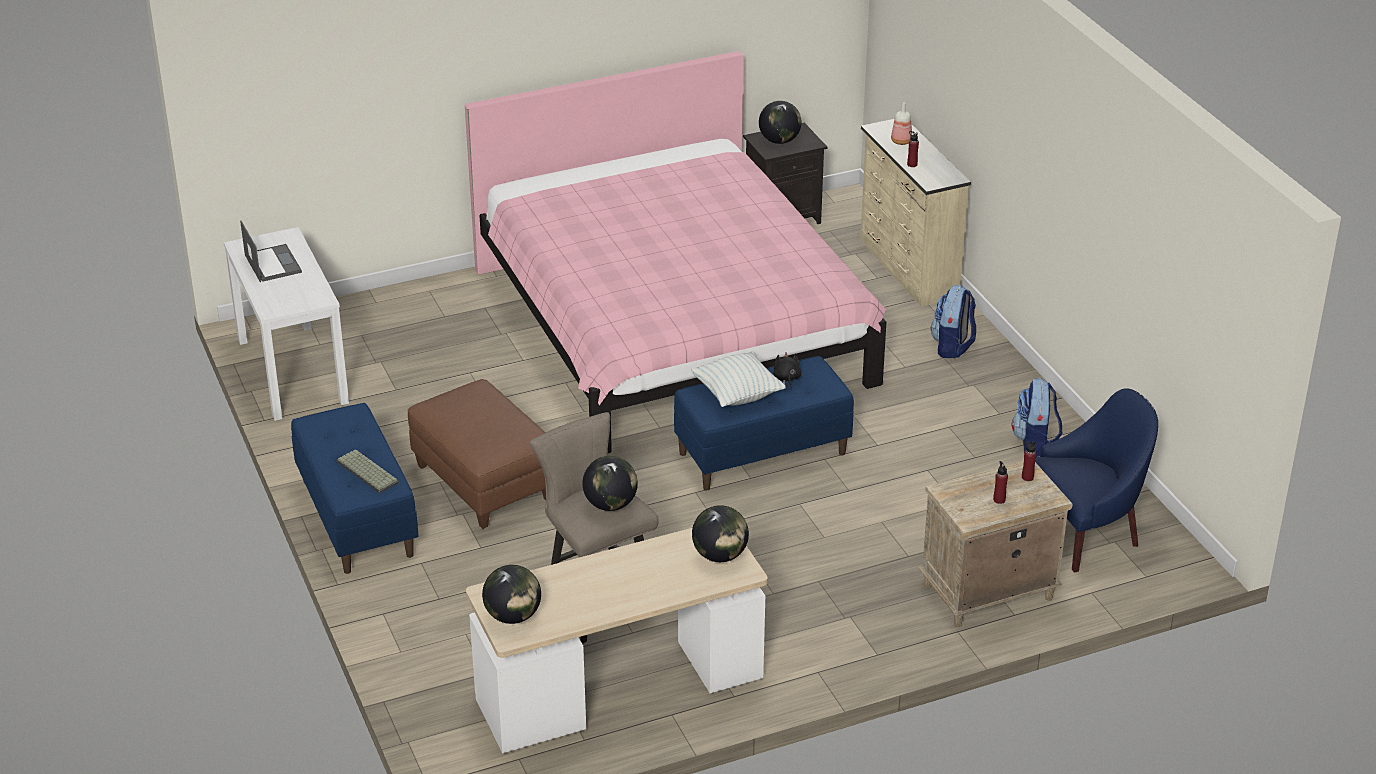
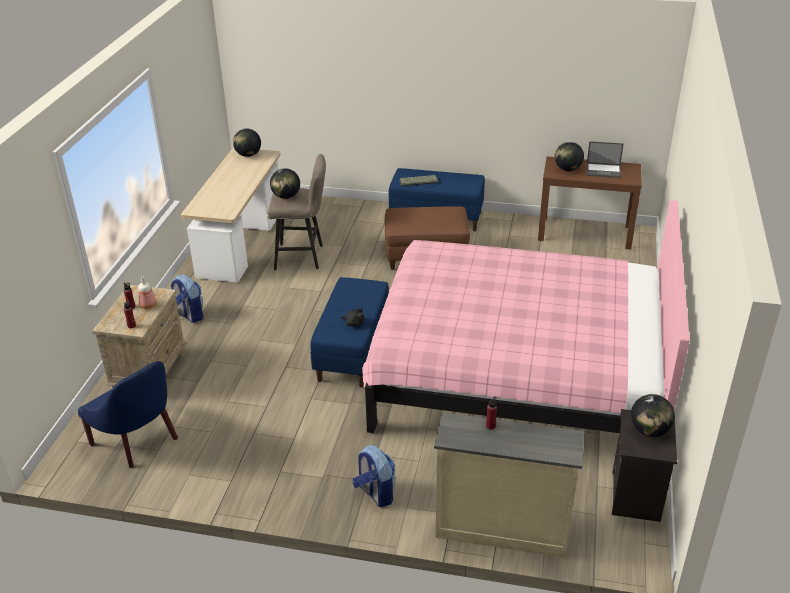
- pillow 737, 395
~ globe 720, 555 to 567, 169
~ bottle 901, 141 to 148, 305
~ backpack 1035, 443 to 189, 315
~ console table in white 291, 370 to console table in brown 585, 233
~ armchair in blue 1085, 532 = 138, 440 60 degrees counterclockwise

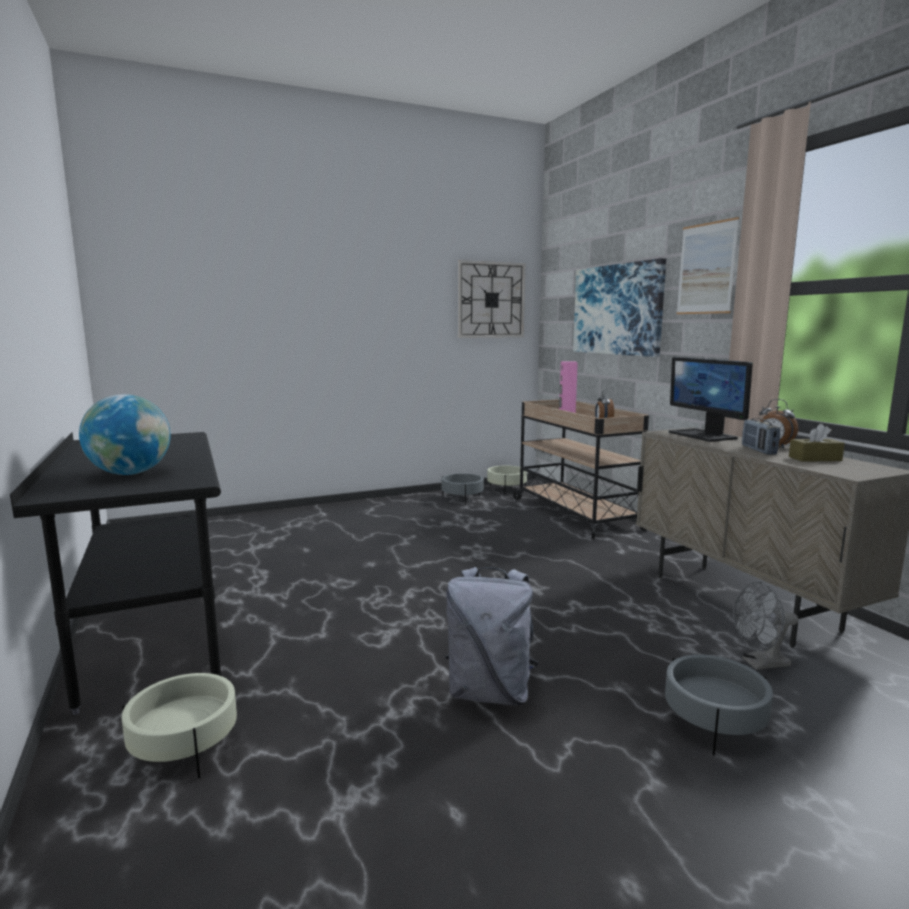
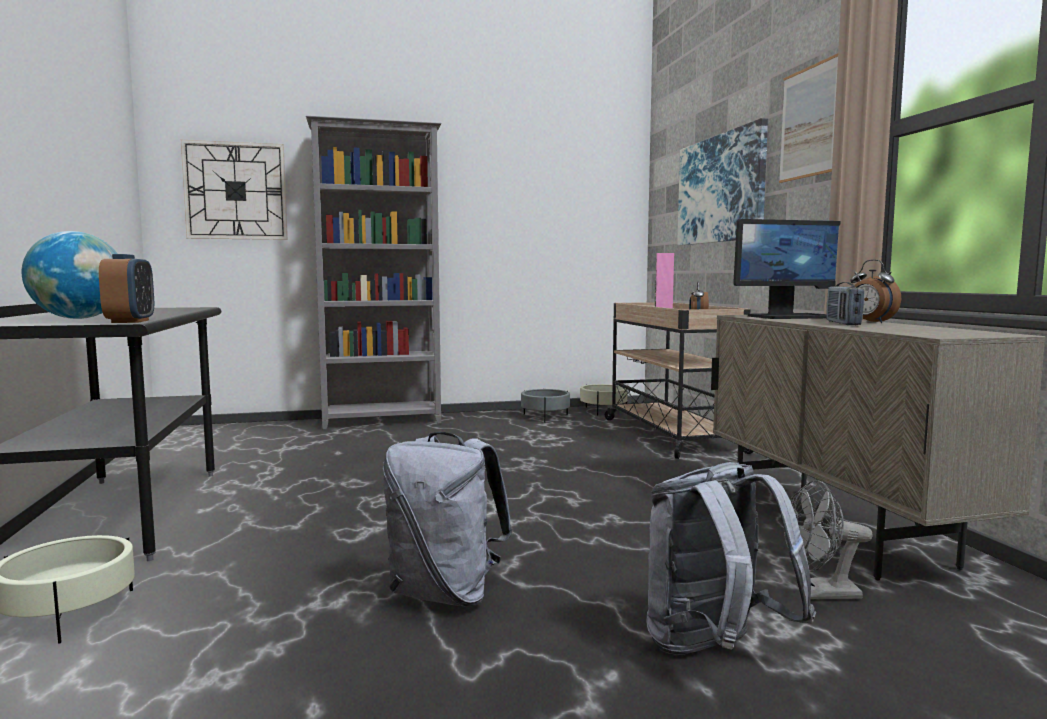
- tissue box in brown 815, 458
+ alarm clock 130, 321
+ bookcase in grey 383, 421
~ wall clock 491, 300 to 236, 191
~ planter in grey 713, 723 to backpack in grey 713, 650
~ monitor 703, 435 = 791, 317 90 degrees counterclockwise

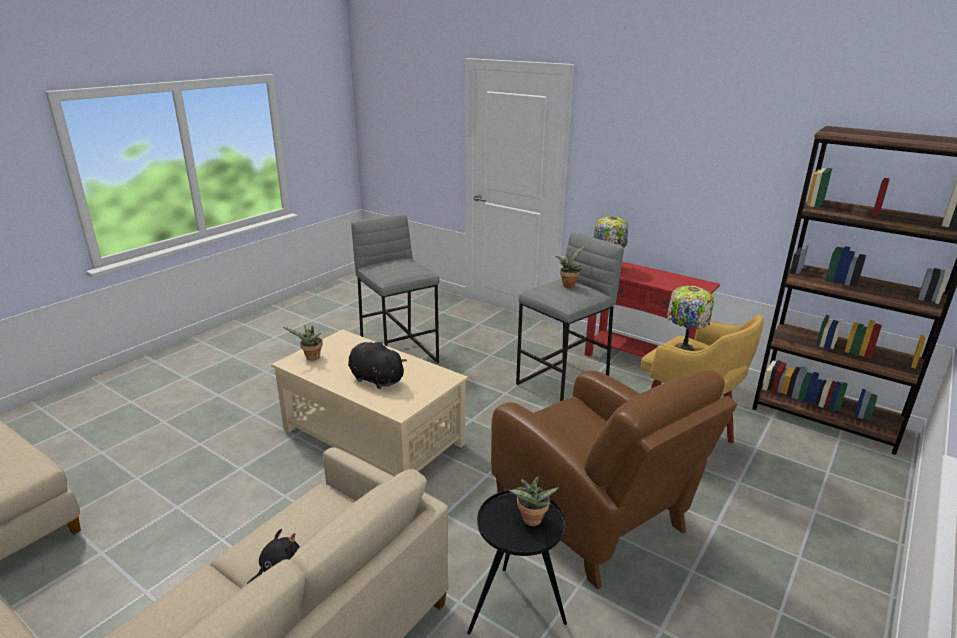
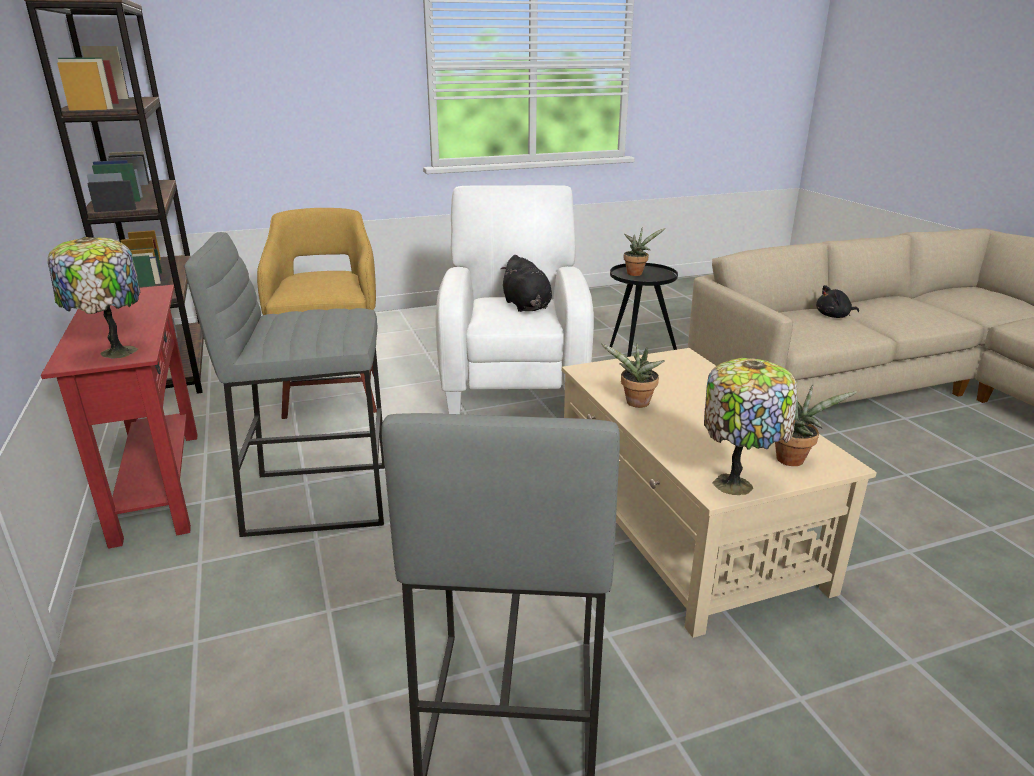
~ plush toy in black 375, 379 to 527, 306
~ potted plant 569, 284 to 635, 404
~ table lamp 683, 347 to 736, 484
~ armchair in brown 593, 518 to armchair in white 514, 380

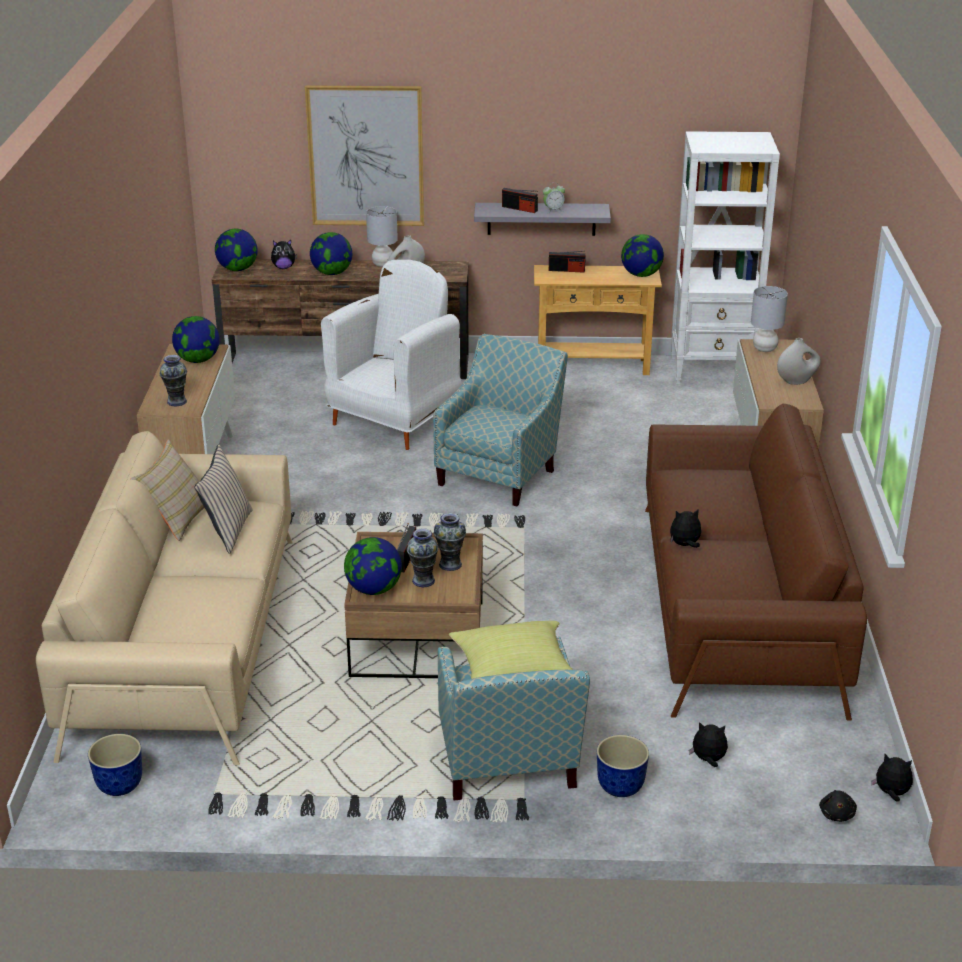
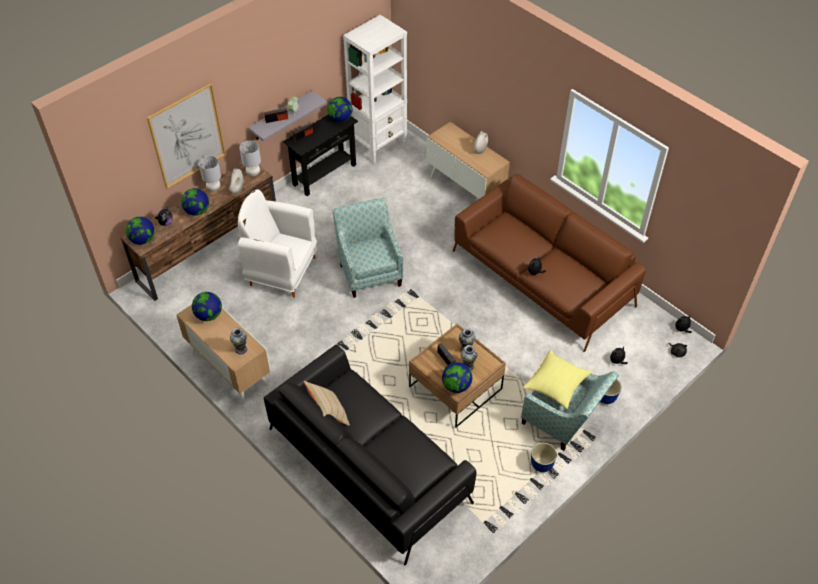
- pillow in beige 227, 530
~ planter 120, 785 to 541, 464
~ table lamp in grey 764, 349 to 253, 173
~ sofa in beige 185, 641 to sofa in black 369, 465
~ console table in beige 593, 366 to console table in black 324, 174
~ armchair in white 395, 420 = 281, 271 60 degrees counterclockwise

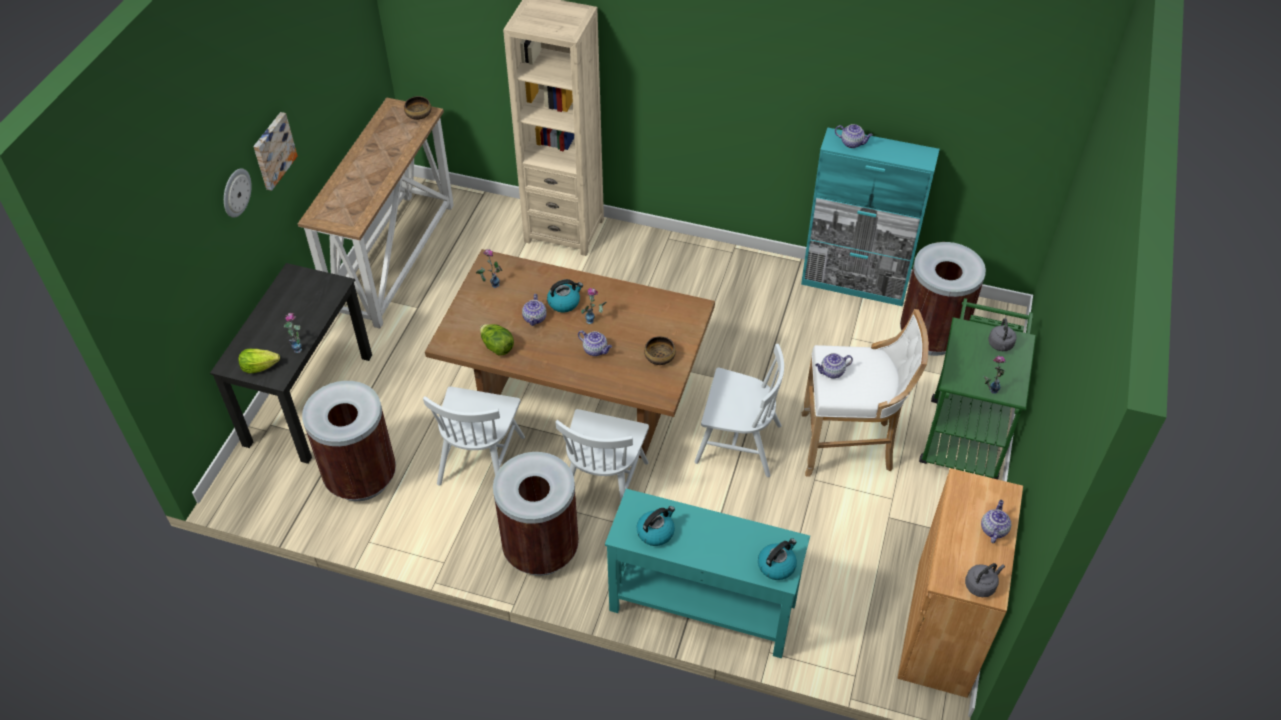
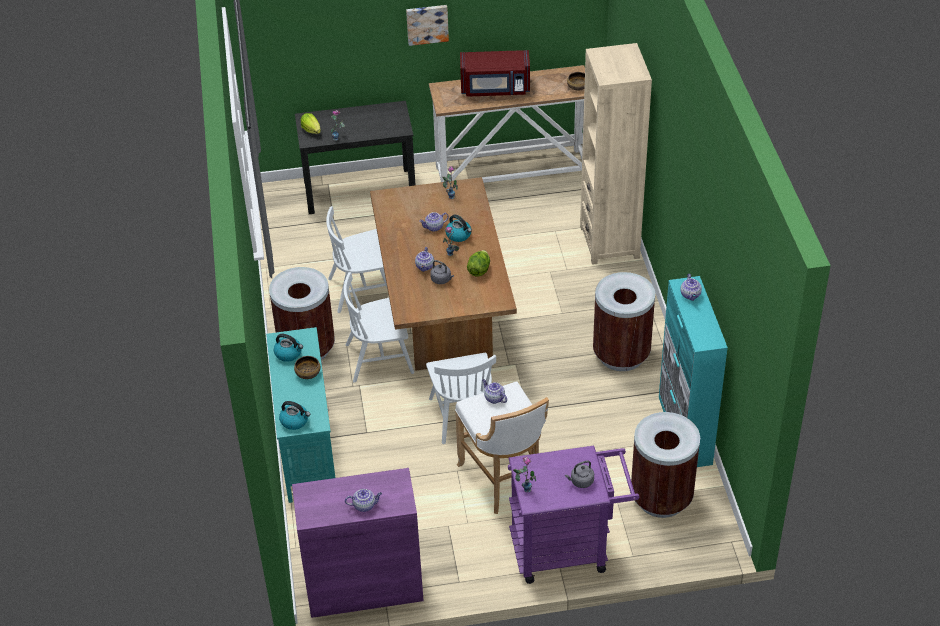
- wall clock 235, 192
+ microwave in red 495, 88
~ trash can in brown 361, 477 to 621, 354
~ lettuce 497, 347 to 479, 270
~ bowl 660, 357 to 308, 373
~ kettle in grey 981, 585 to 442, 280
~ cabinet in brown 942, 627 to cabinet in purple 364, 586
~ cart in green 964, 430 to cart in purple 568, 548

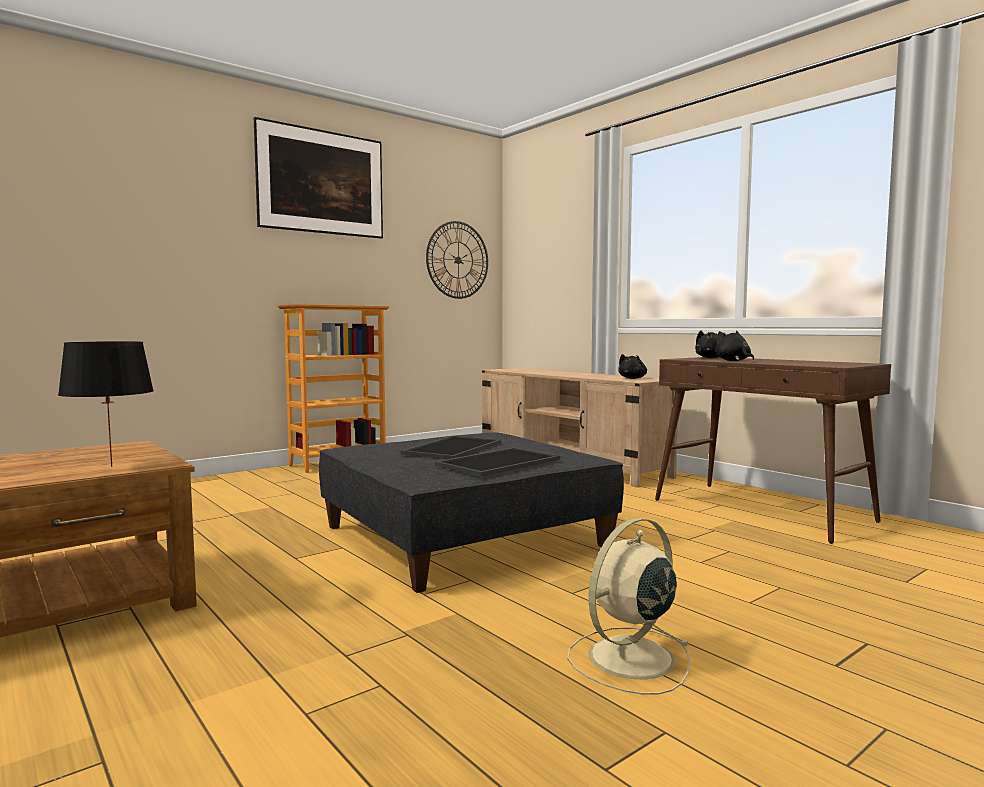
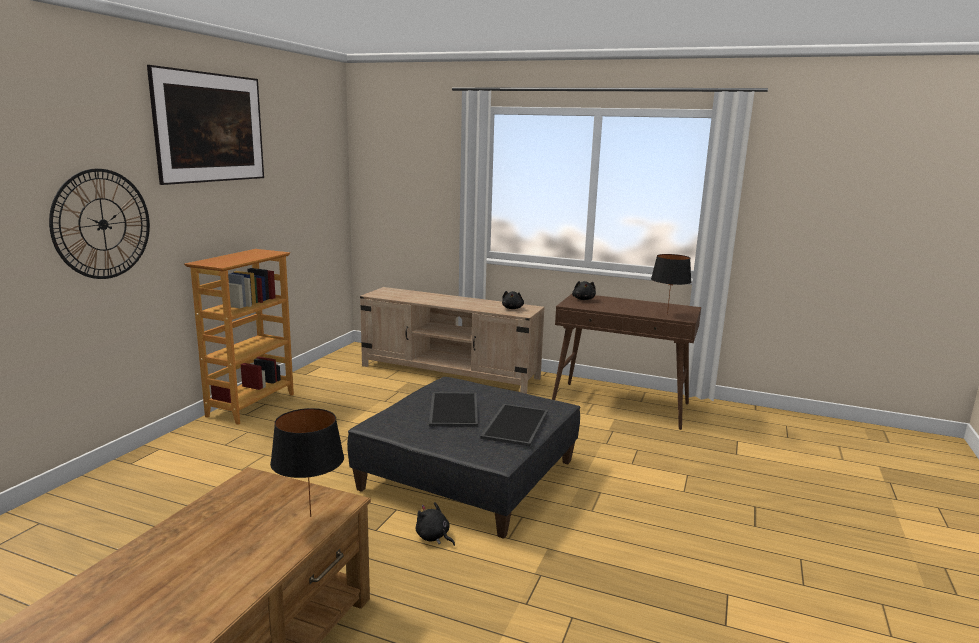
- fan in beige 628, 659
+ table lamp in black 666, 314
~ wall clock 458, 260 to 102, 224
~ plush toy in black 733, 361 to 433, 537

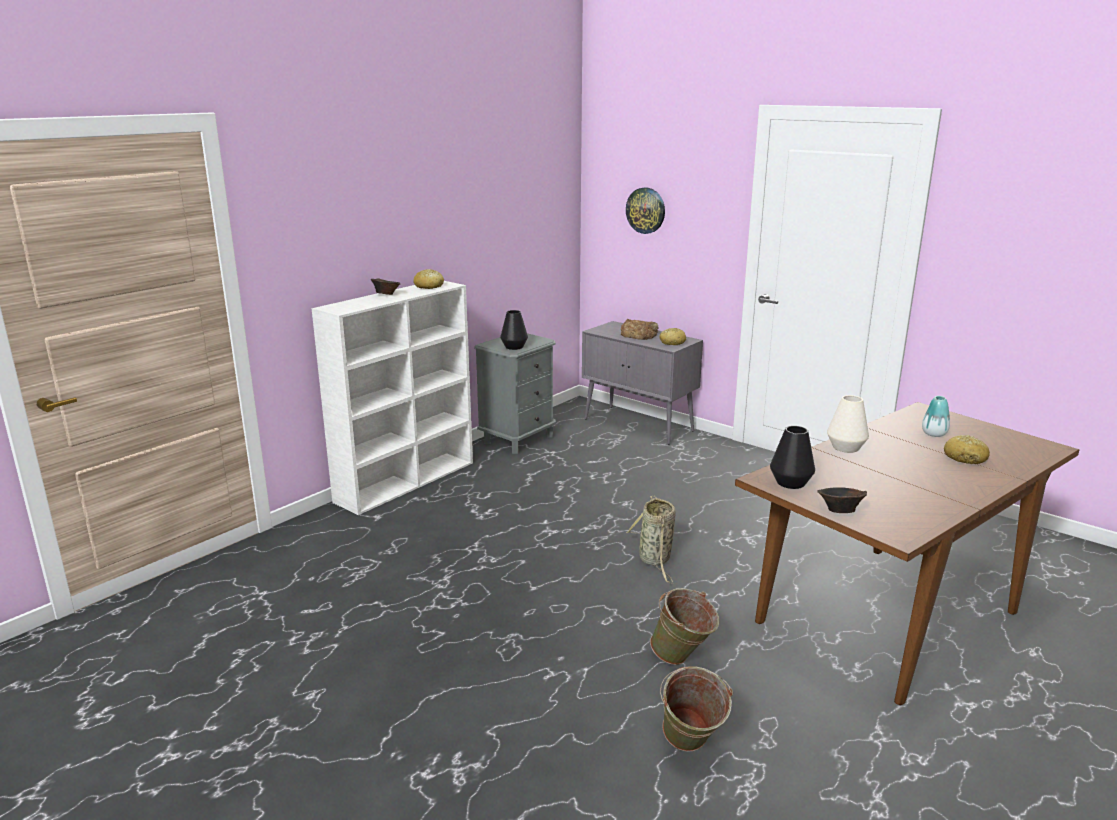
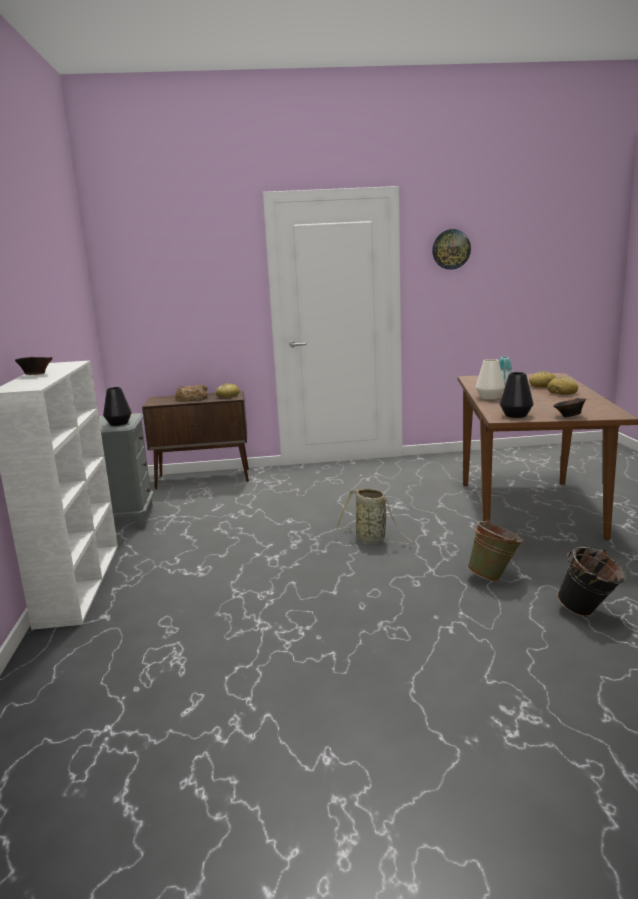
~ bread 429, 286 to 562, 393
~ wall clock 646, 210 to 451, 249
~ cabinet in grey 639, 425 to cabinet in brown 204, 478
~ bucket in green 690, 749 to bucket in black 589, 613

